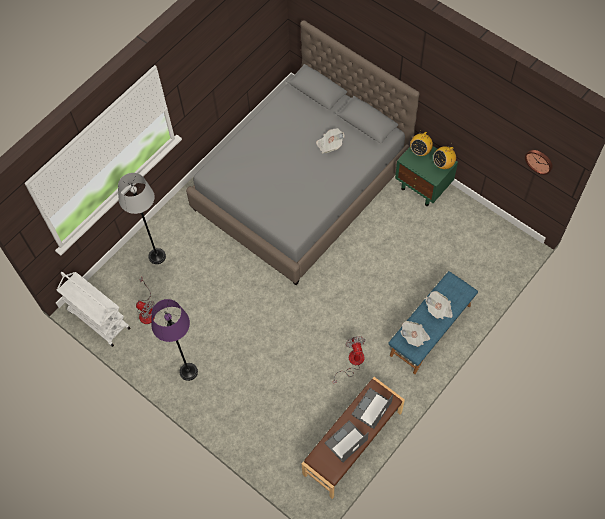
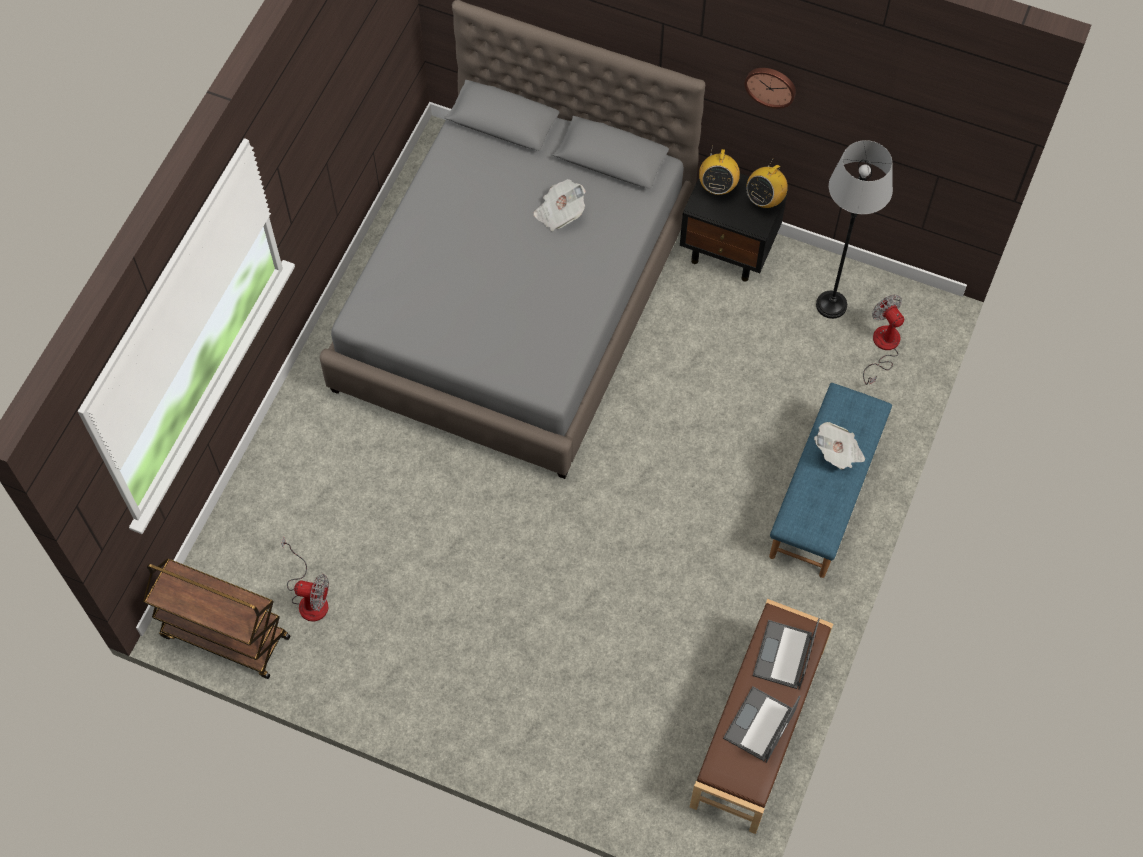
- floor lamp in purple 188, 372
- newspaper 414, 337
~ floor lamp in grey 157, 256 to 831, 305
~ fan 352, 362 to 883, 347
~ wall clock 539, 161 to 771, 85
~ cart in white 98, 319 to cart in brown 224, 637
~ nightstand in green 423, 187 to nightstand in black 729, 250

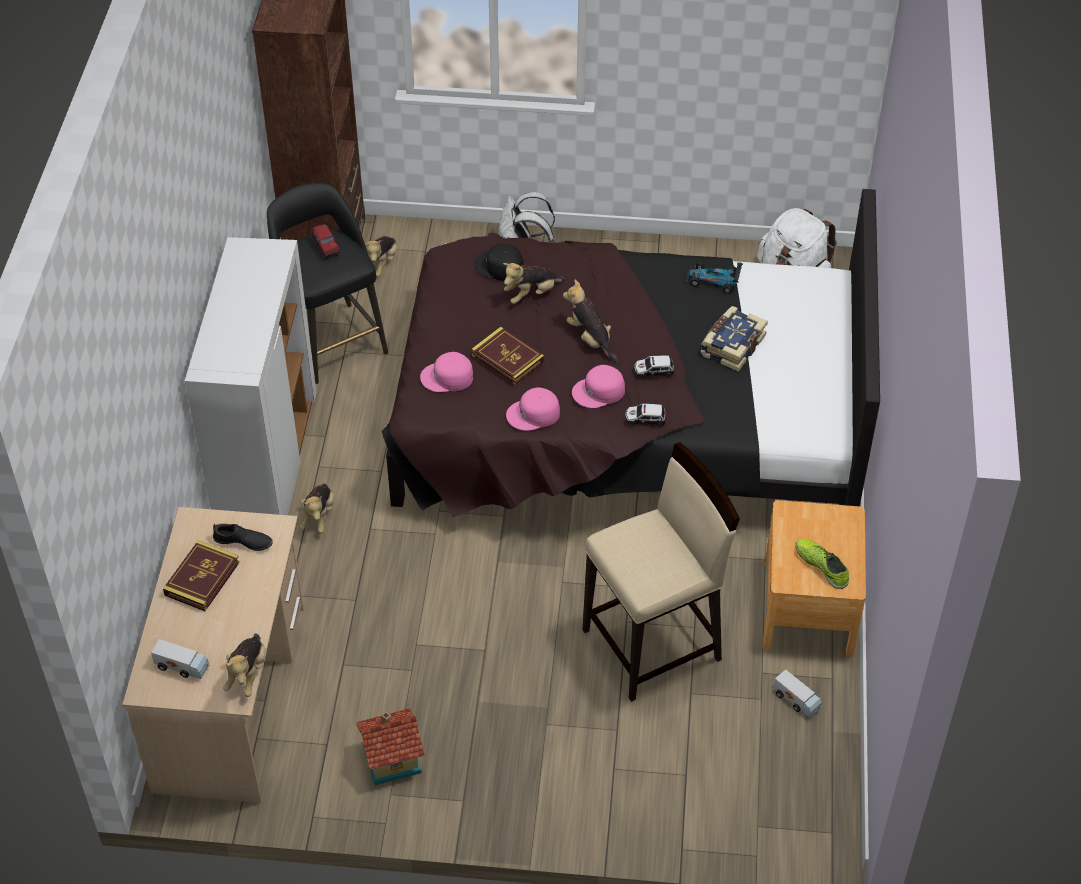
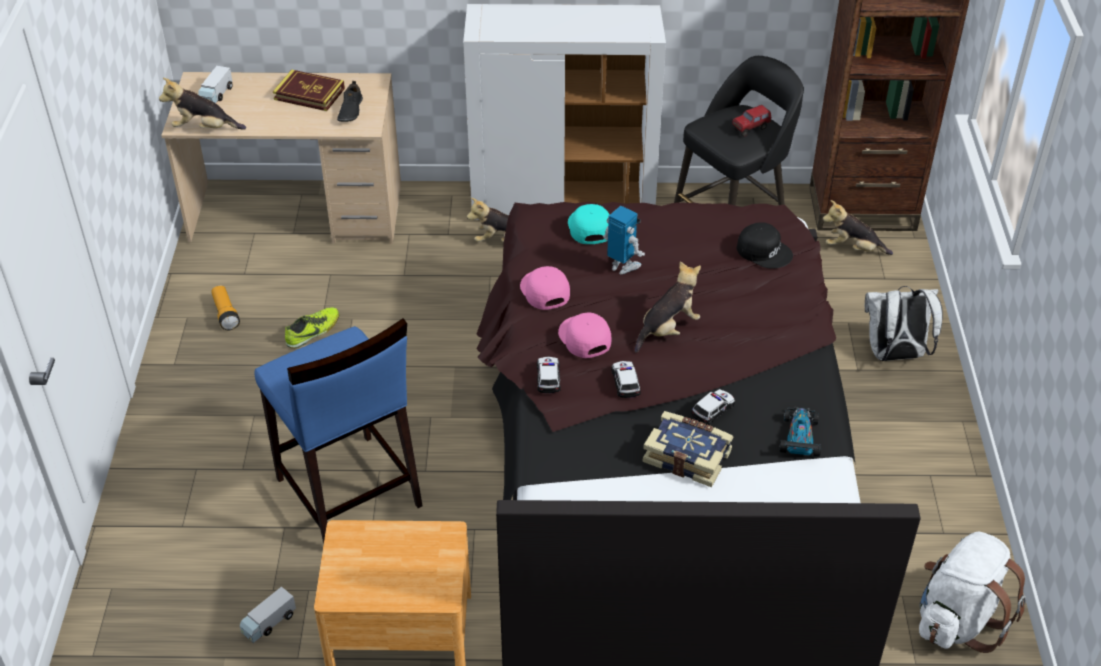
- plush toy 531, 294
+ toy car 713, 410
~ shoe 821, 566 to 313, 332
~ toy house 391, 757 to flashlight 226, 314
~ book 507, 359 to toy robot 622, 266
~ cap in pink 447, 377 to cap in turquoise 589, 227
~ stool in beige 653, 645 to stool in blue 348, 494
~ cap in black 499, 266 = 764, 251 105 degrees clockwise

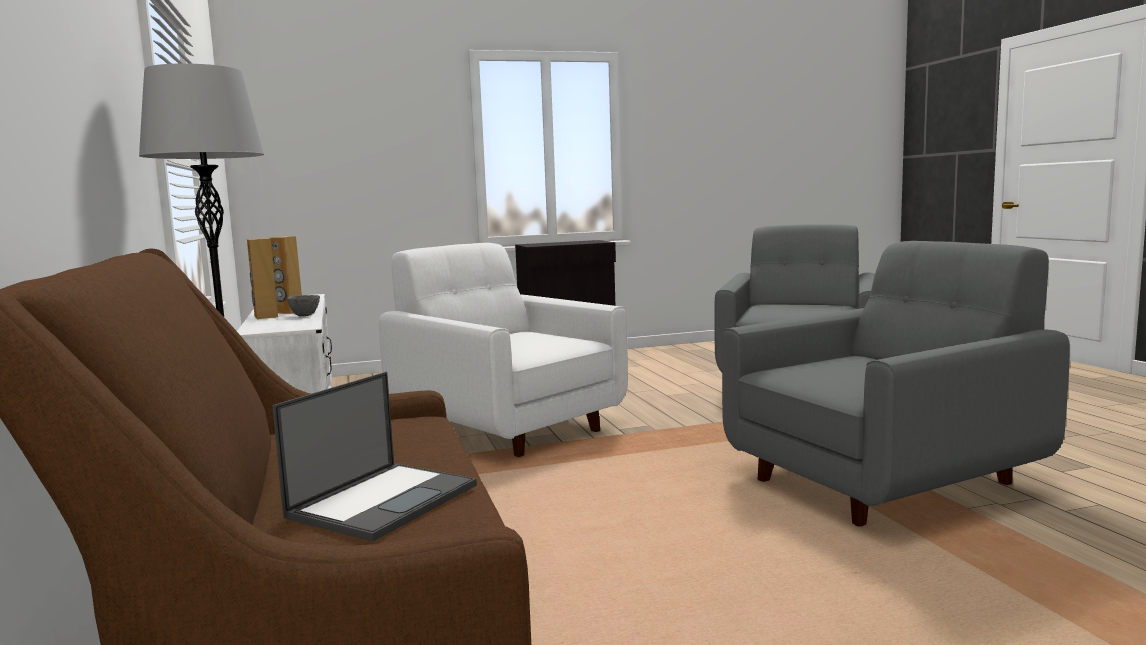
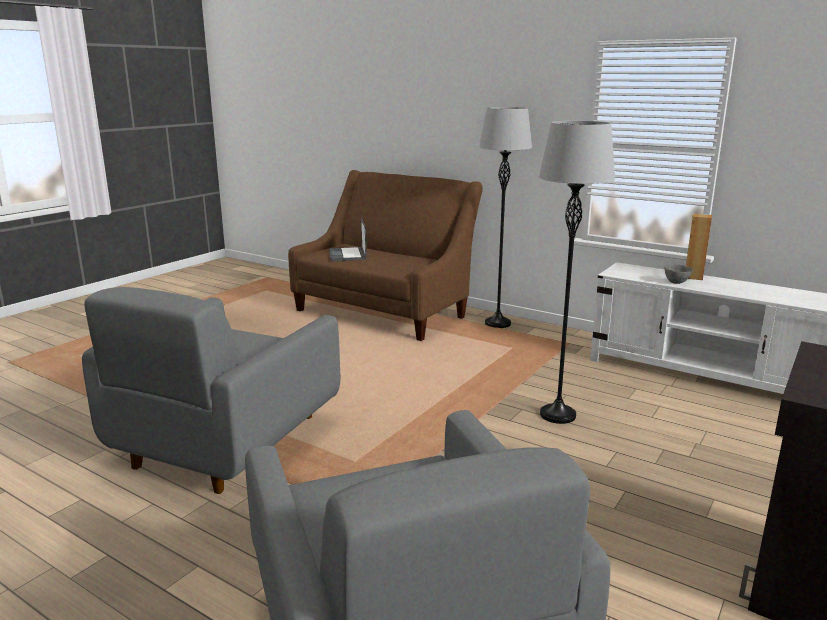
- speaker in brown 288, 312
~ armchair in white 505, 427 to floor lamp in grey 558, 415

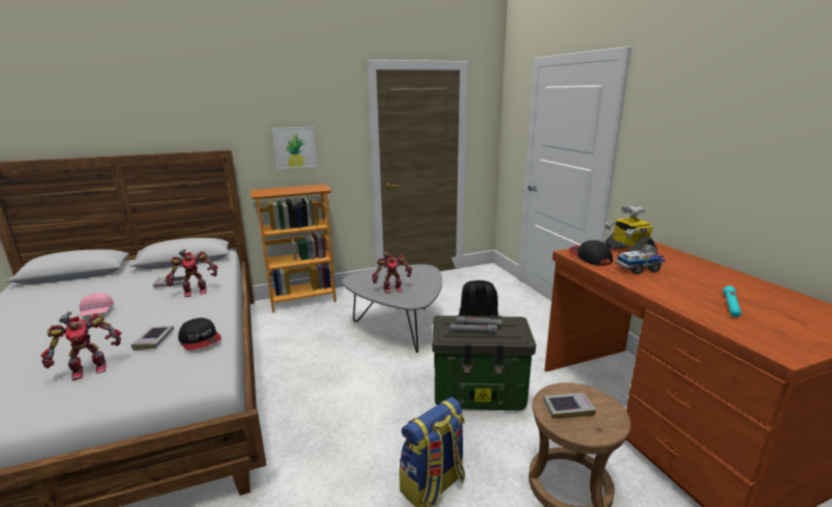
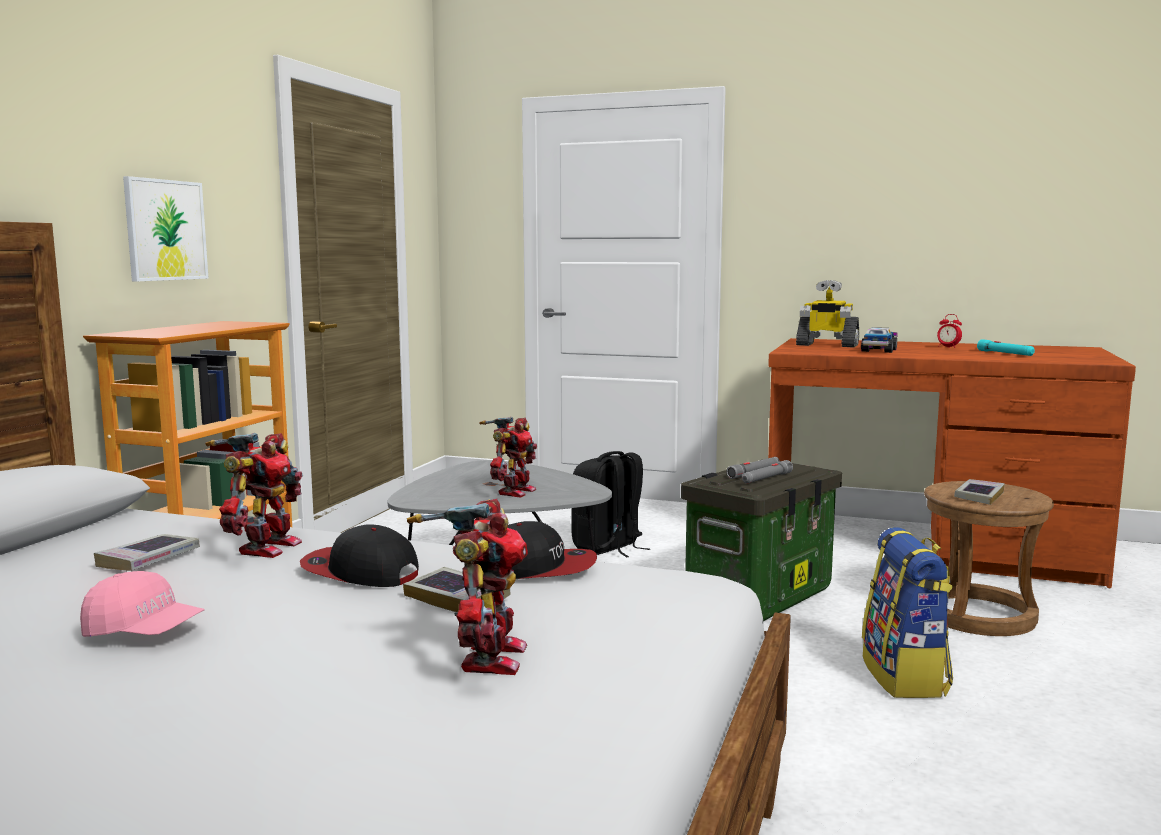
+ alarm clock 948, 347
~ cap 590, 257 to 360, 572

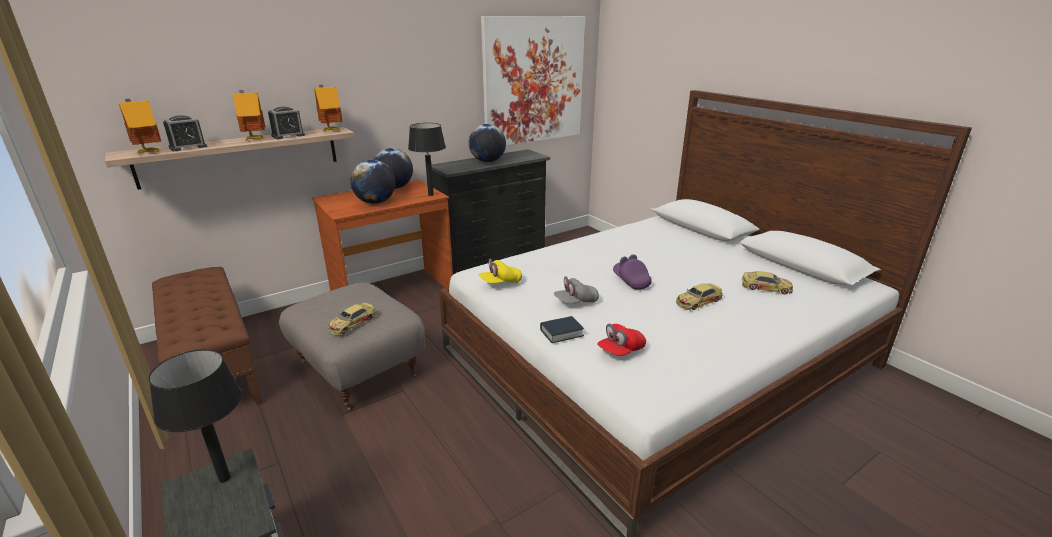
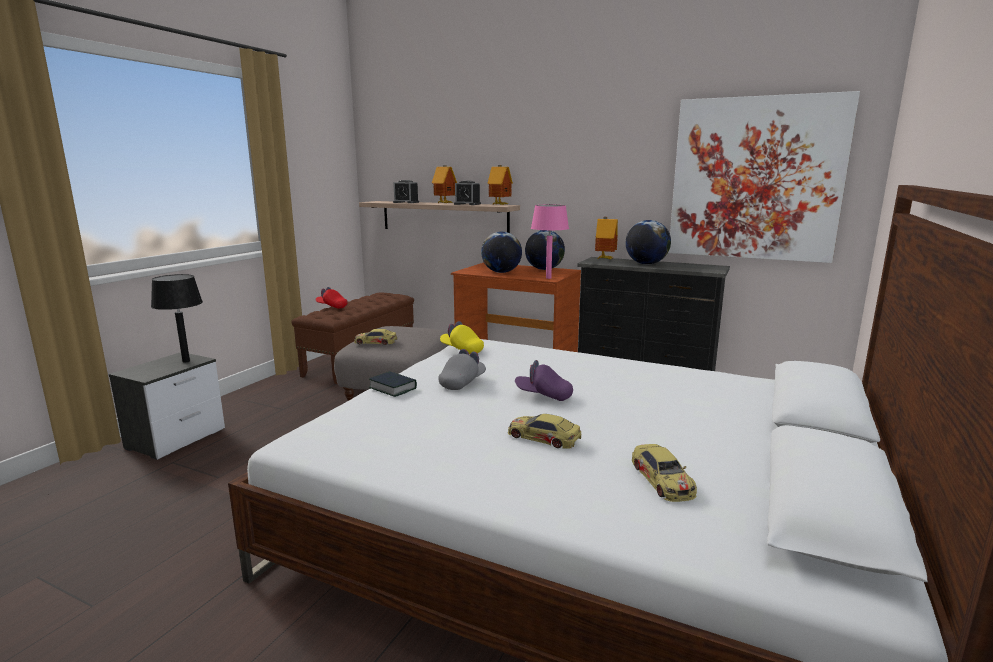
~ toy house 148, 152 to 605, 259
~ cap in red 621, 351 to 332, 306
~ table lamp in black 430, 195 to table lamp in pink 548, 278
~ cap in grey 576, 302 = 462, 382 90 degrees clockwise
~ cap in purple 631, 281 = 543, 395 105 degrees counterclockwise

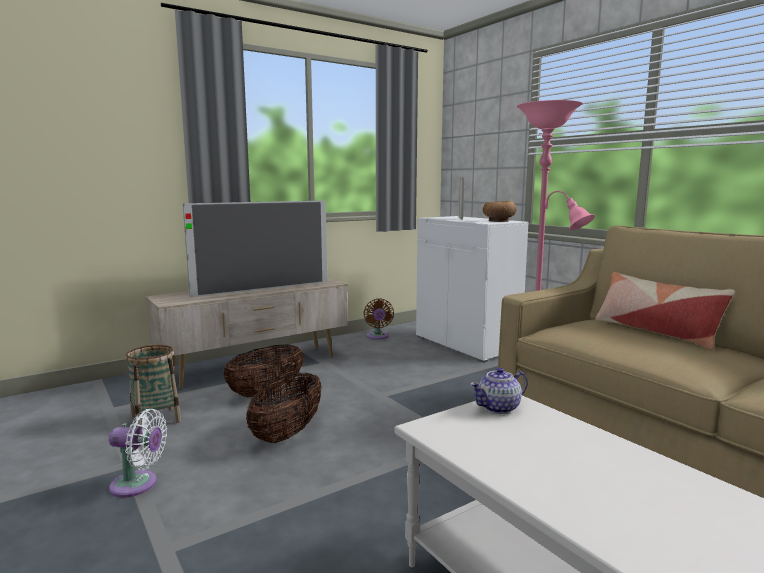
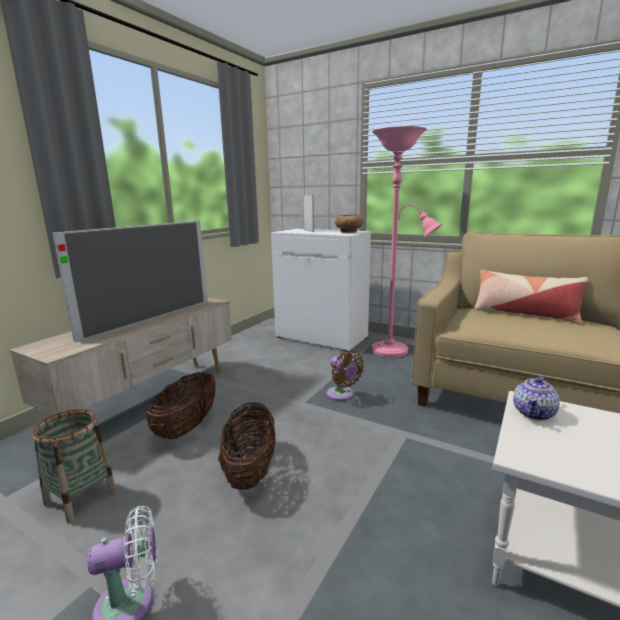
~ fan in brown 377, 337 to 342, 395

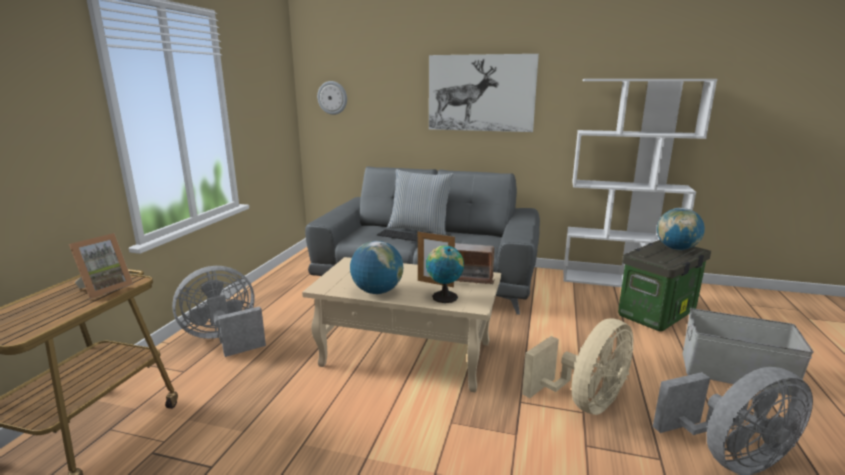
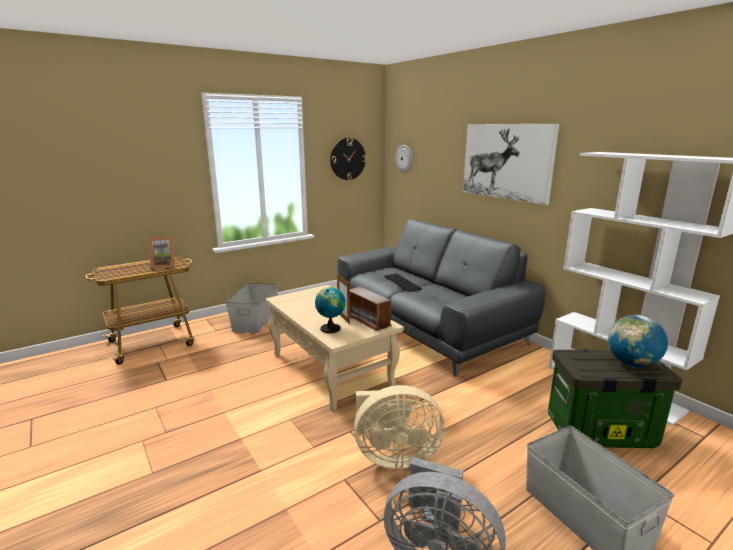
- globe 377, 292
- pillow 420, 229
+ wall clock 347, 159
~ fan in grey 224, 339 to storage box in grey 255, 321

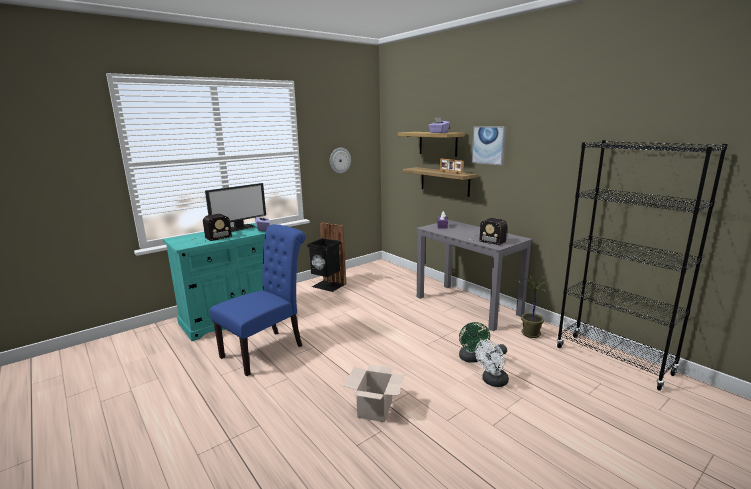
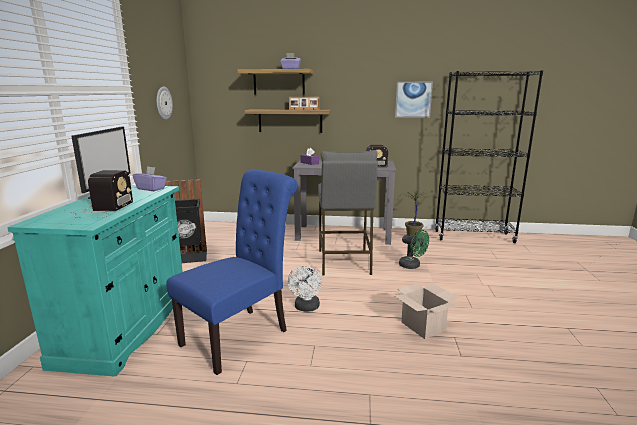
+ stool in grey 344, 262
~ picture 488, 145 to 413, 99
~ fan in white 492, 381 to 306, 308
~ chair in blue 267, 349 = 240, 335 45 degrees clockwise

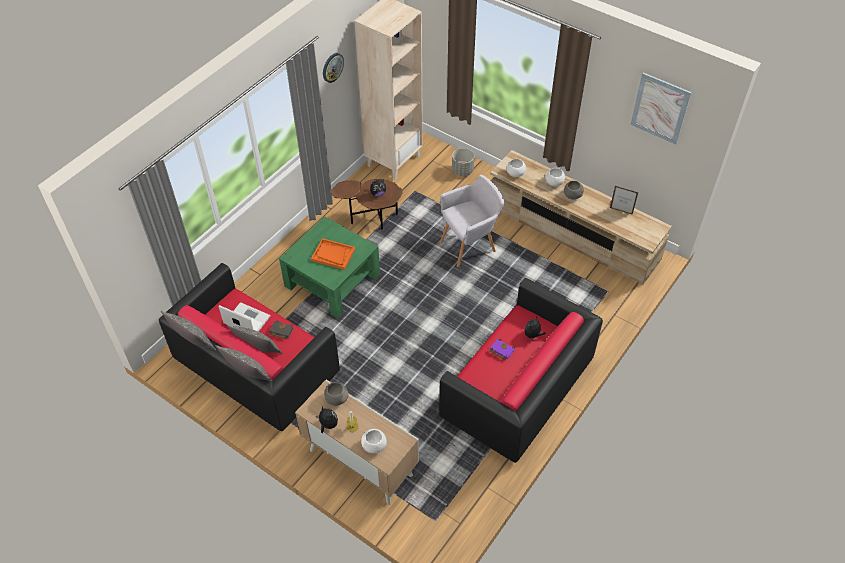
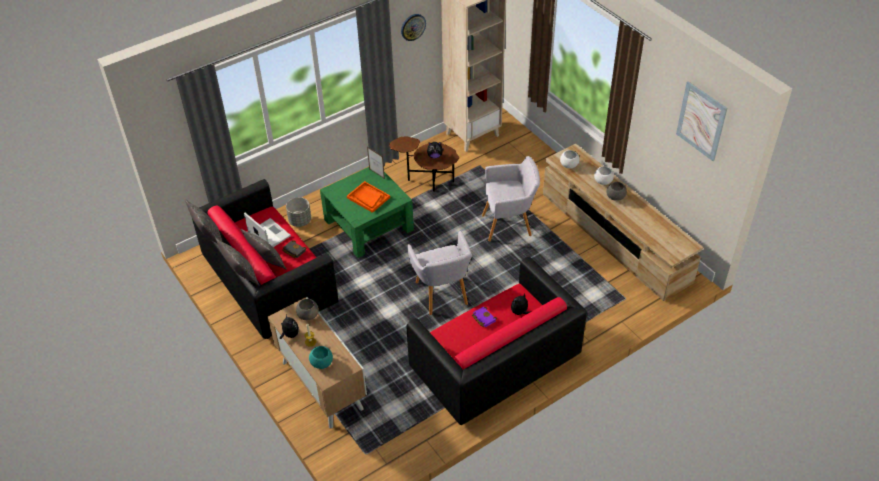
+ armchair in grey 442, 295
~ planter in grey 462, 170 to 300, 221
~ picture frame 621, 211 to 377, 174
~ bowl in white 374, 446 to bowl in turquoise 322, 363

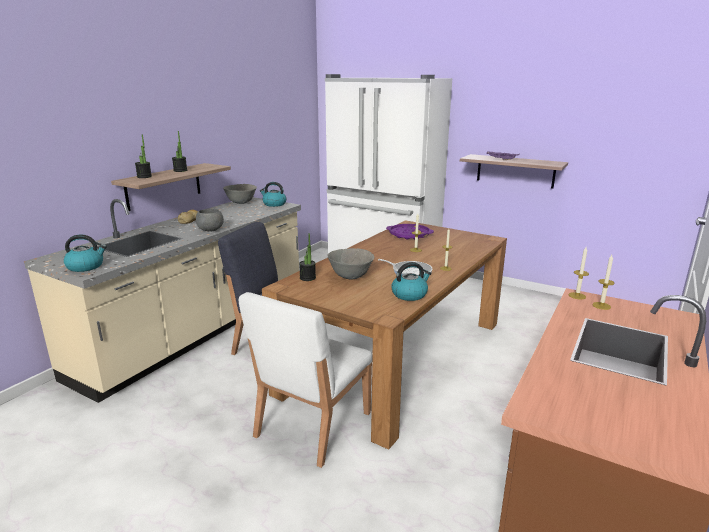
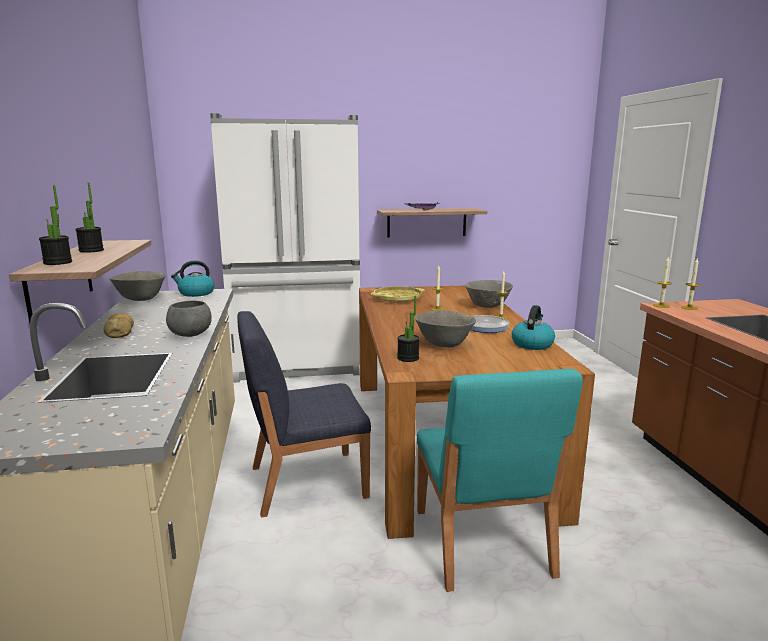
- kettle 86, 266
+ bowl in grey 487, 306
~ chair in white 312, 425 to chair in turquoise 481, 543
~ tray in purple 409, 235 to tray in yellow 397, 298

